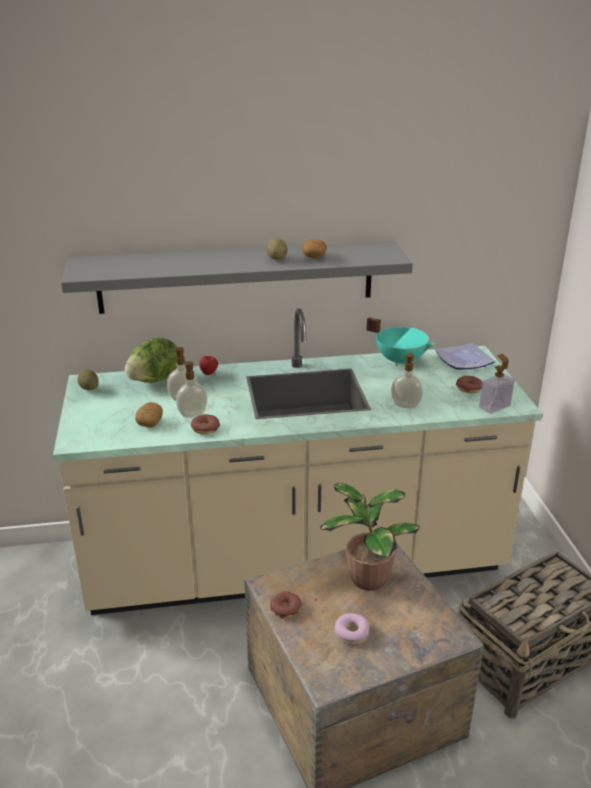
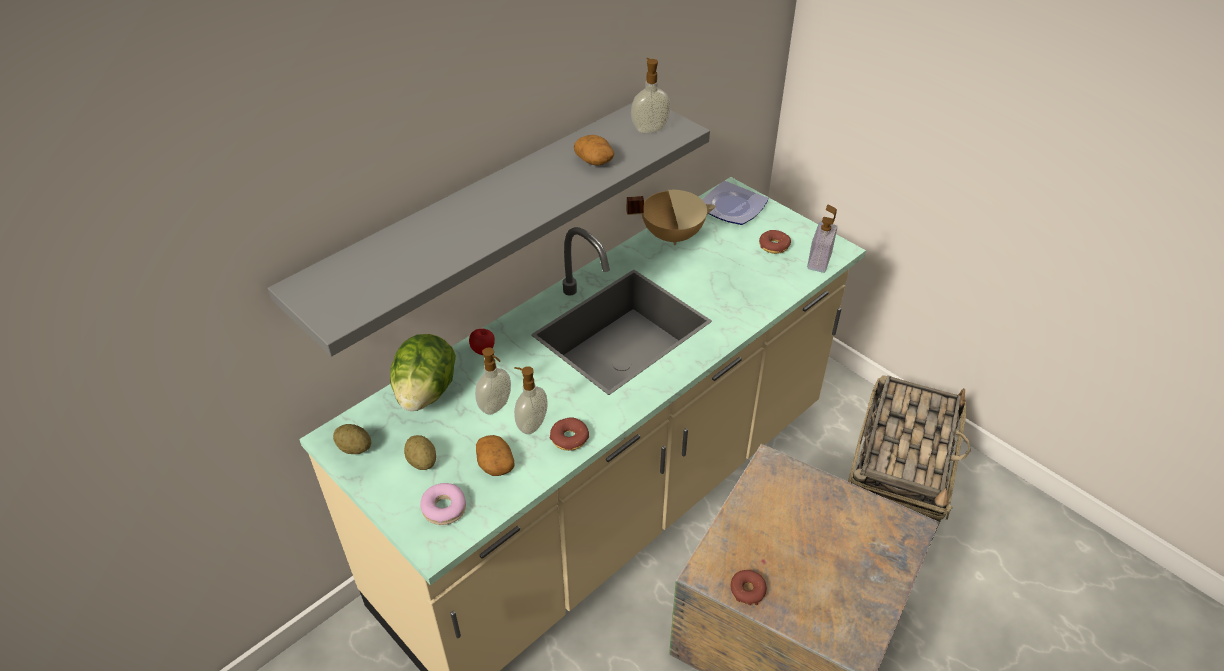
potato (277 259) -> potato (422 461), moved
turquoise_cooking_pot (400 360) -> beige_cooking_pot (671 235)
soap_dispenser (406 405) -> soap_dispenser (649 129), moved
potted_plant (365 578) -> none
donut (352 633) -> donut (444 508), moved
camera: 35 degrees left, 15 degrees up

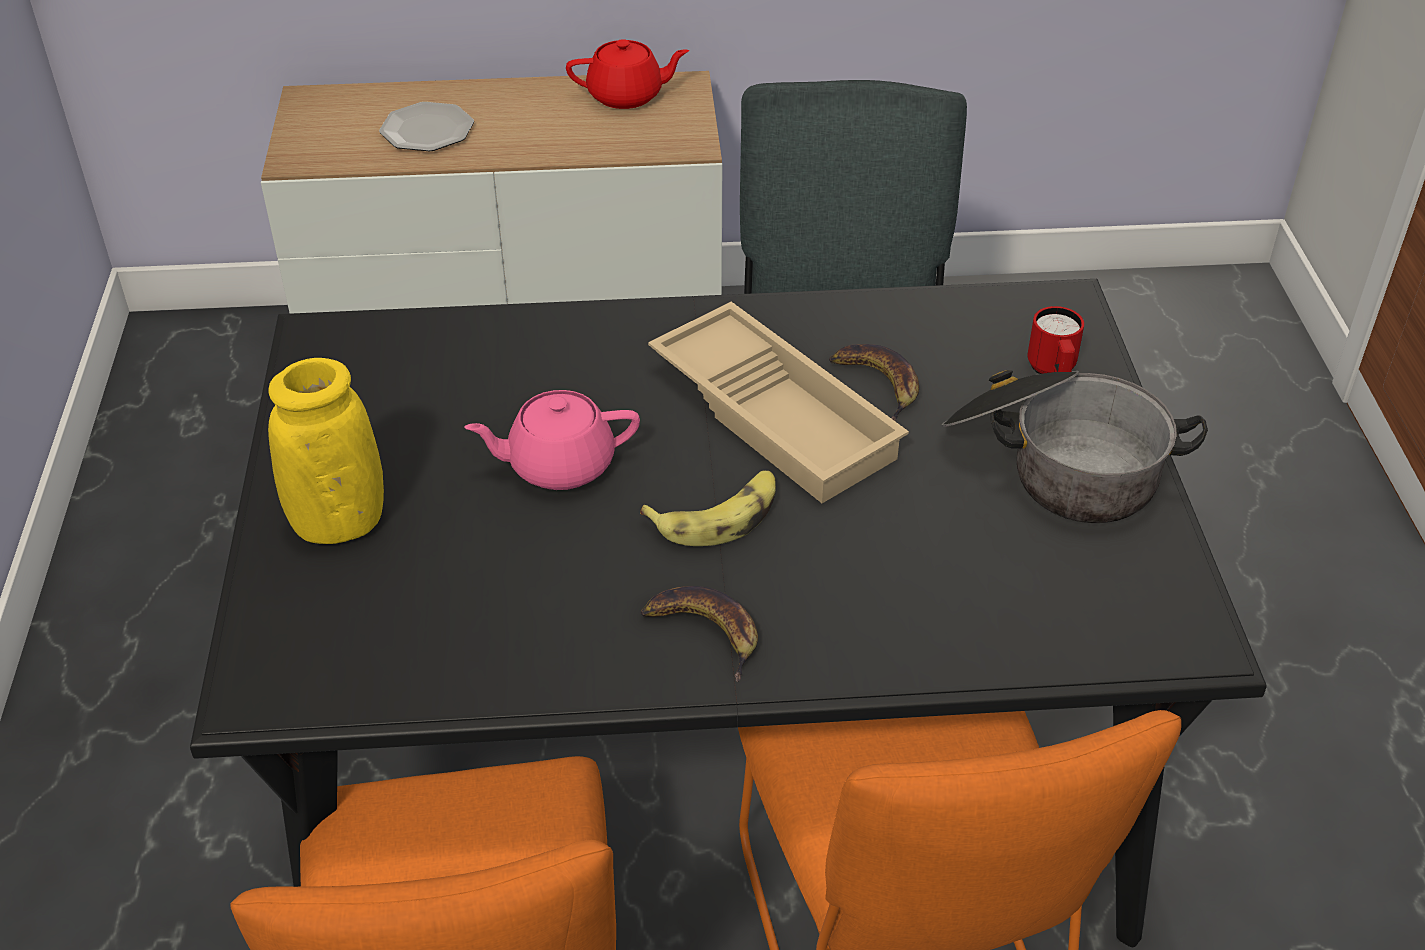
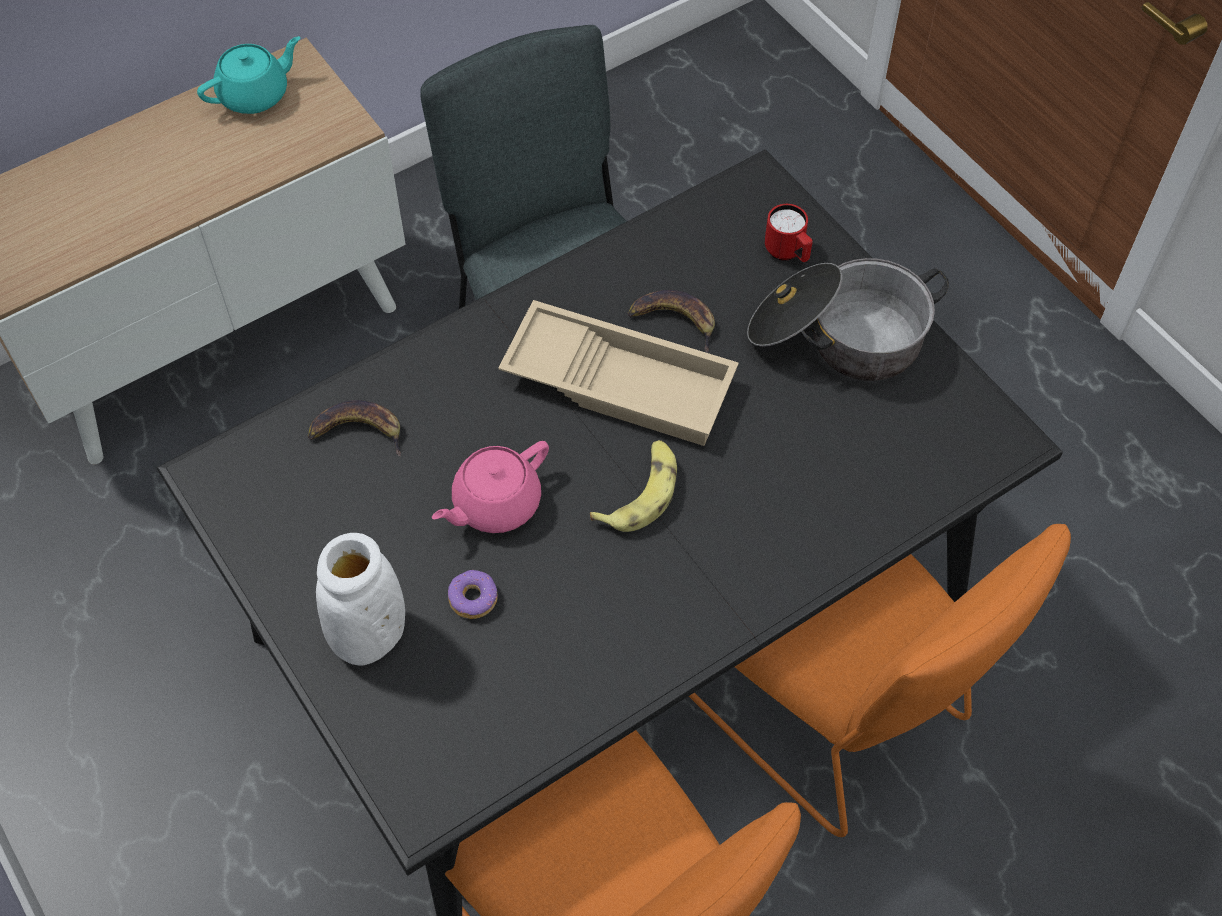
red_teapot (627 96) -> turquoise_teapot (255 95)
plate (427 130) -> none
yellow_vase (339 523) -> white_vase (369 636)
banana (705 632) -> banana (358 431), moved
none -> donut (473 598)
camera: 30 degrees left, 15 degrees up

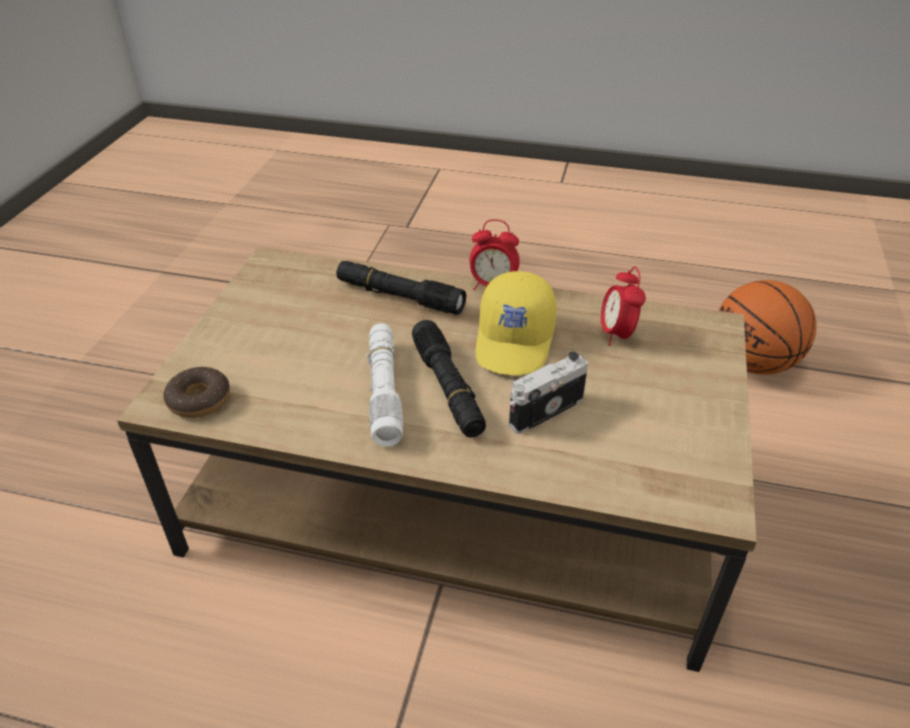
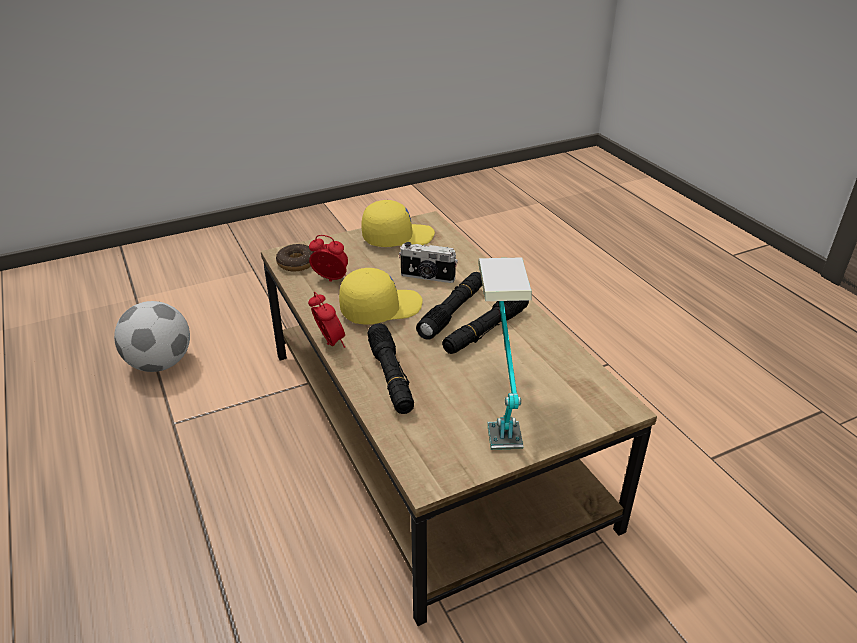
alarm_clock (616 334) -> alarm_clock (331 280), 120 degrees counterclockwise
basketball (752 363) -> football (160 363)
white_flashlight (384 391) -> black_flashlight (485 330)
donut (199 400) -> donut (296 263), moved
none -> yellow_cap (397 237)
none -> table_lamp (498 401)
camera: 130 degrees left, 5 degrees down

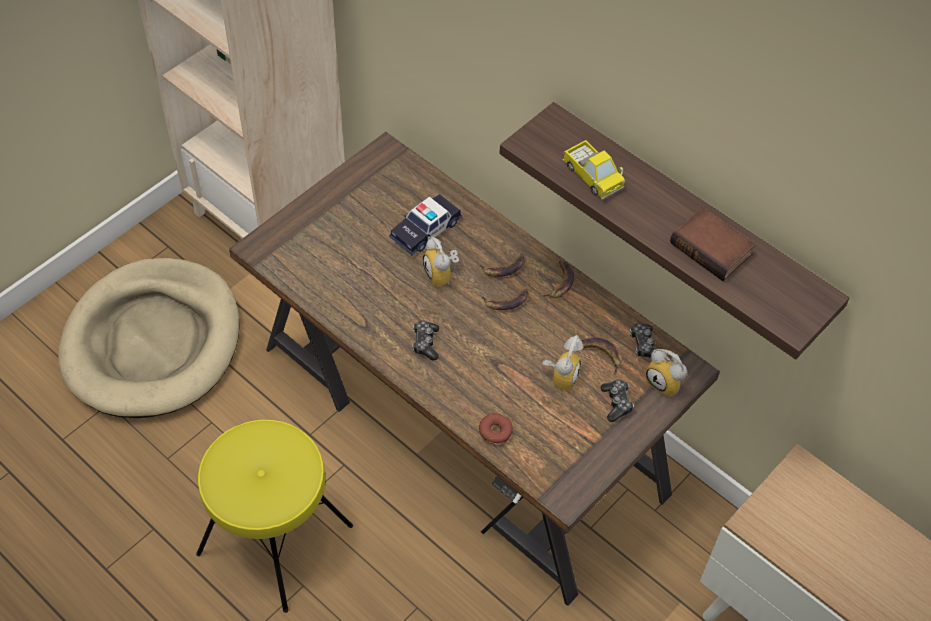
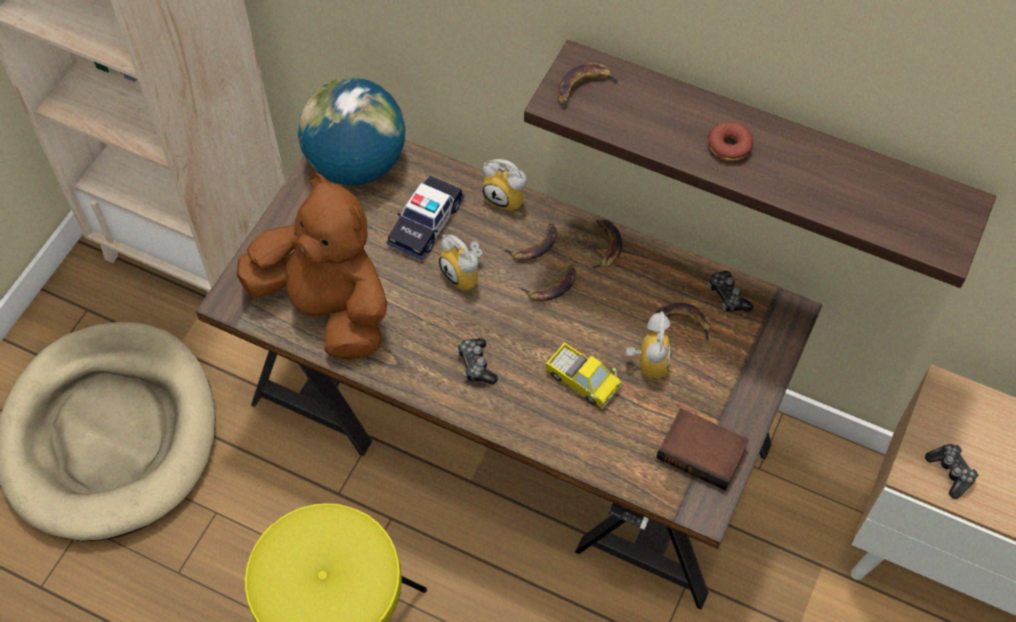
toy_truck (592 177) -> toy_truck (582 381), moved
book (713 248) -> book (703 452), moved
alarm_clock (666 382) -> alarm_clock (507 196), moved
game_controller (616 403) -> game_controller (951 472), moved
donut (495 431) -> donut (729 146), moved
none -> banana (583 87)
none -> globe (356 163)
none -> brown_plush_toy (327 307)
camera: 15 degrees left, 5 degrees up

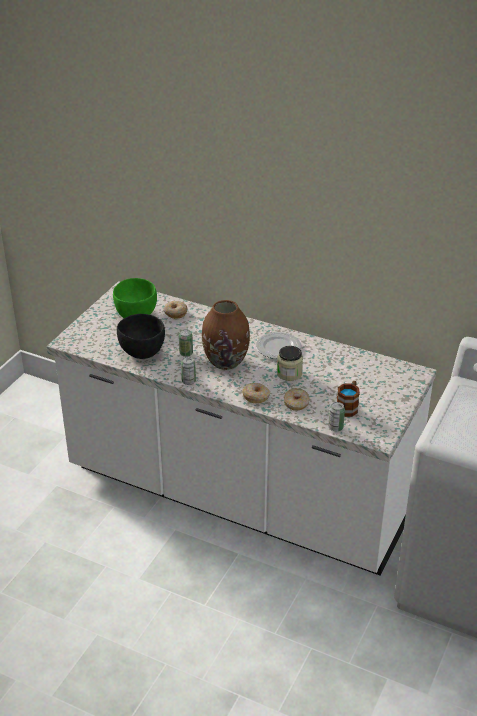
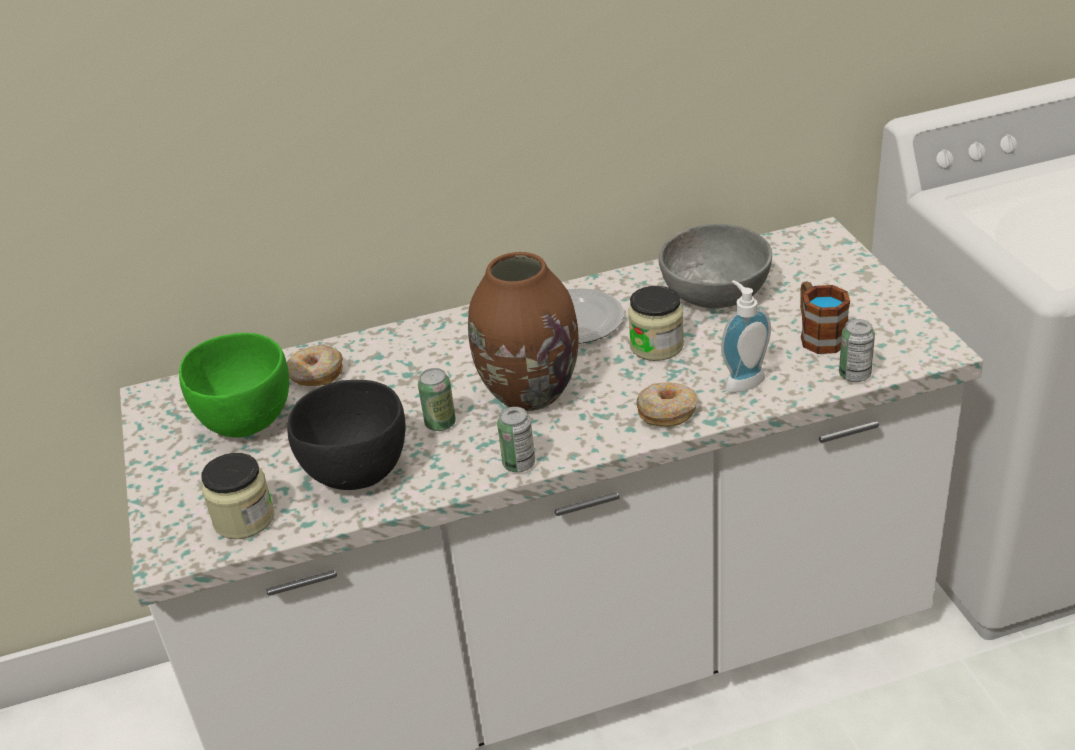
donut (296 403) -> soap_dispenser (742 380)
none -> grey_bowl (715 291)
none -> jar (244 519)
camera: 40 degrees left, 0 degrees up

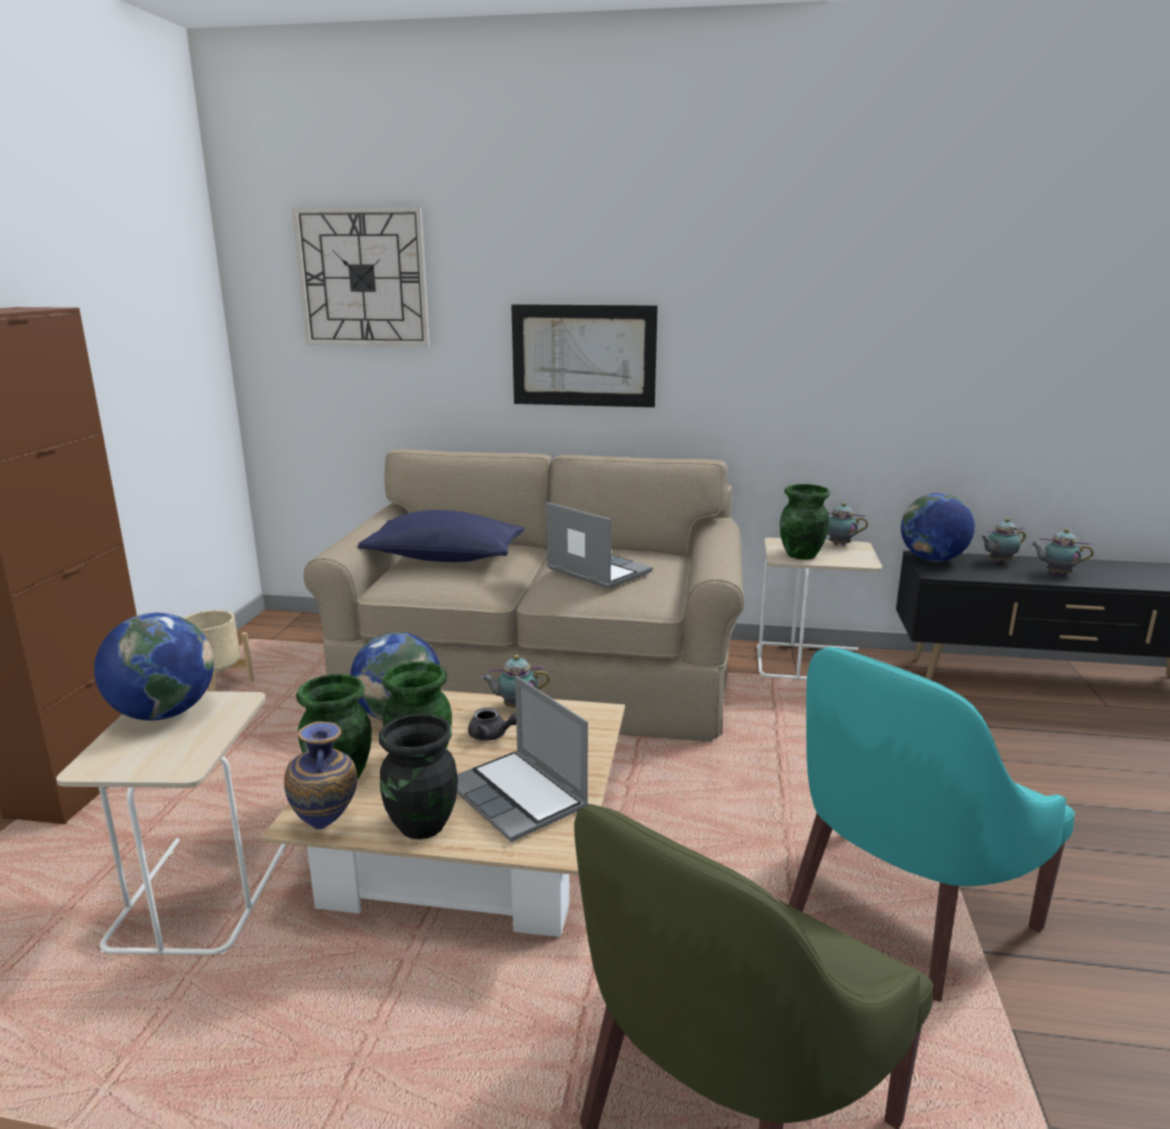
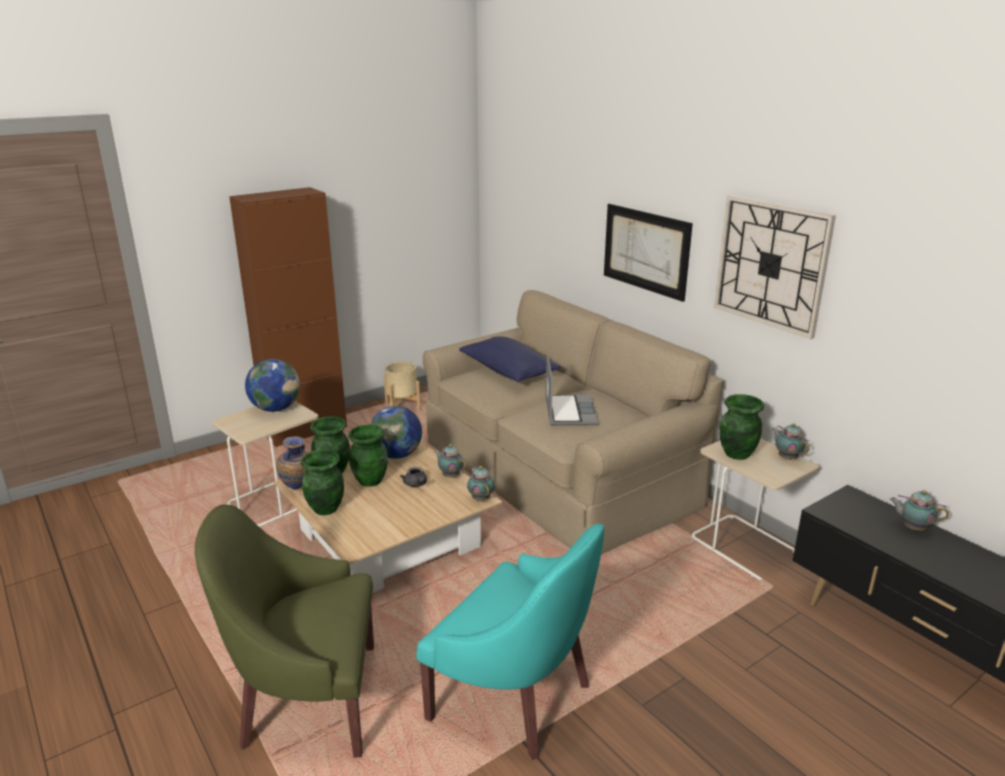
wall_clock (363 278) -> wall_clock (771 264), moved
globe (932 559) -> none
teapot (1056 573) -> teapot (480 498), moved
turquoise_armchair (899 913) -> turquoise_armchair (516 697), 150 degrees counterclockwise
laptop (519 797) -> none
black_vase (423 826) -> green_vase (325 509)
camera: 45 degrees right, 5 degrees up

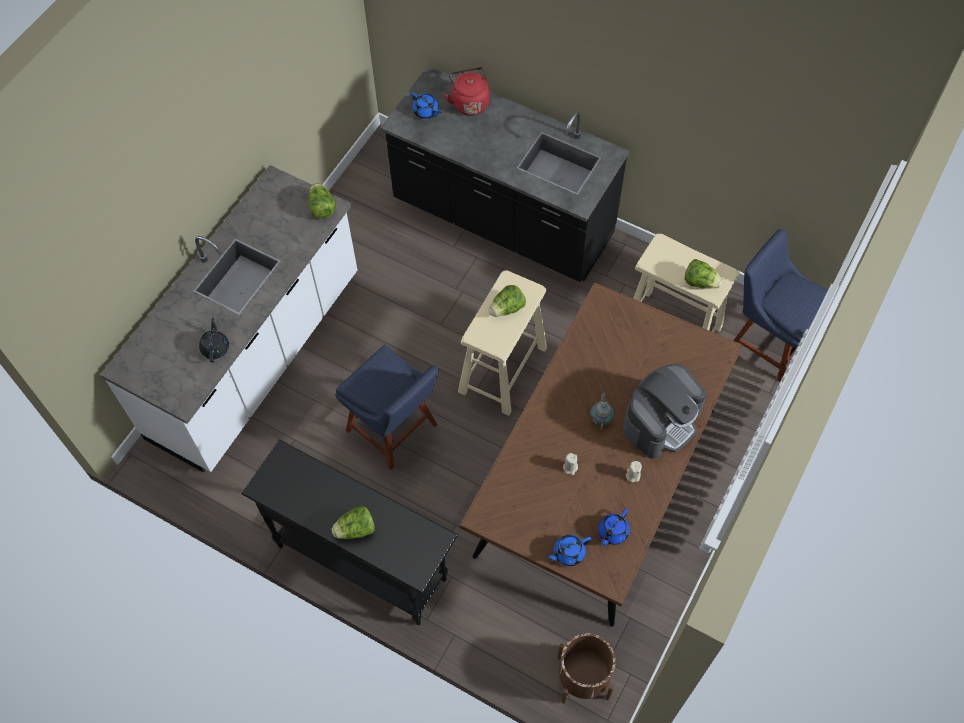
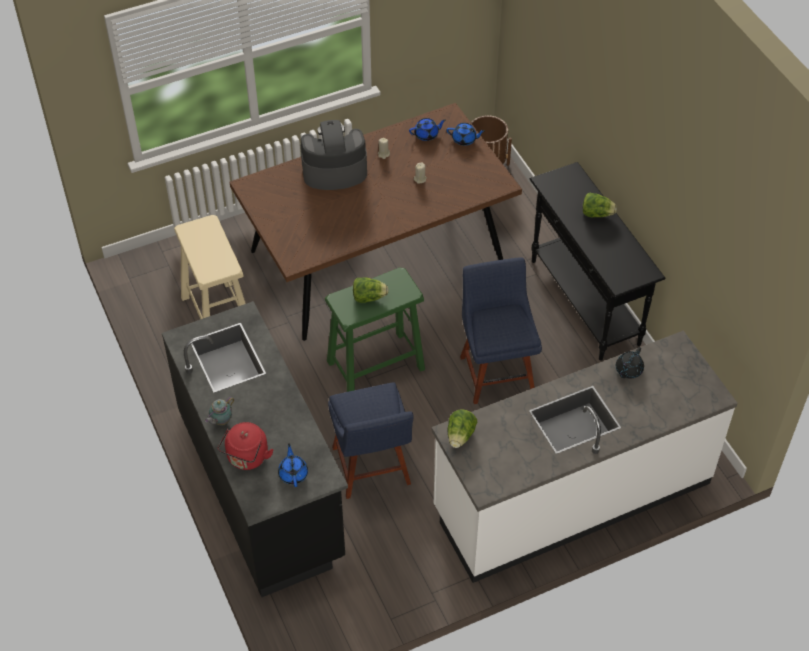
blue_chair (767 340) -> blue_chair (372 469), moved
lettuce (700 282) -> none
beige_stool (503 369) -> green_stool (375 365)
teapot (601 419) -> teapot (221 421), moved
camera: 145 degrees left, 10 degrees down

